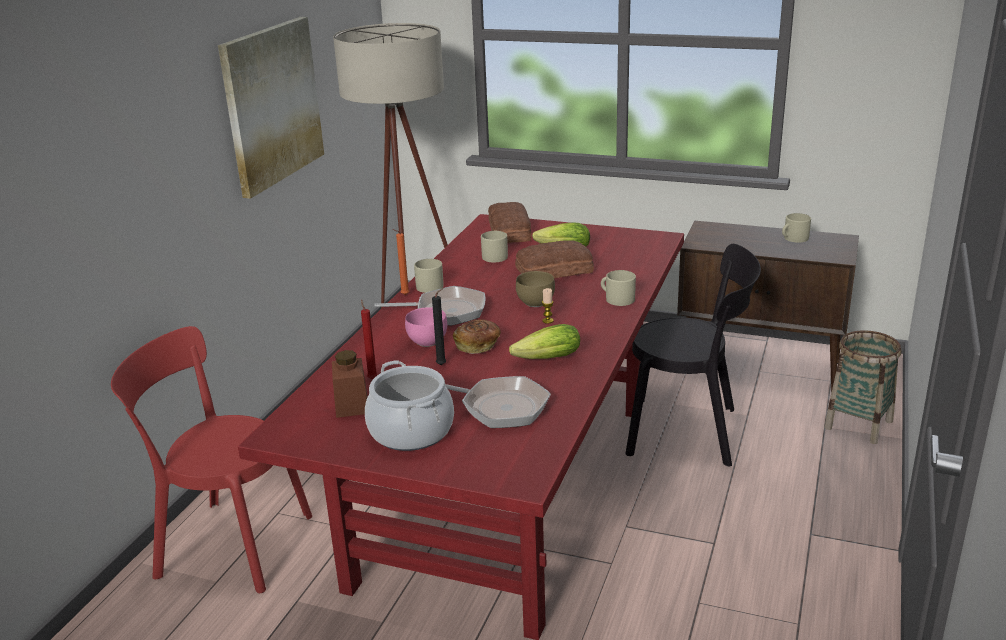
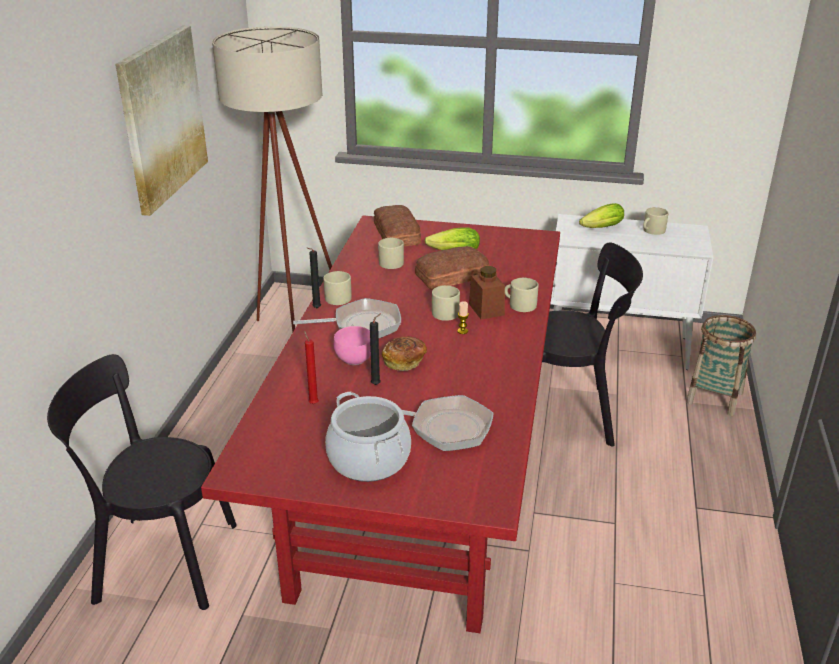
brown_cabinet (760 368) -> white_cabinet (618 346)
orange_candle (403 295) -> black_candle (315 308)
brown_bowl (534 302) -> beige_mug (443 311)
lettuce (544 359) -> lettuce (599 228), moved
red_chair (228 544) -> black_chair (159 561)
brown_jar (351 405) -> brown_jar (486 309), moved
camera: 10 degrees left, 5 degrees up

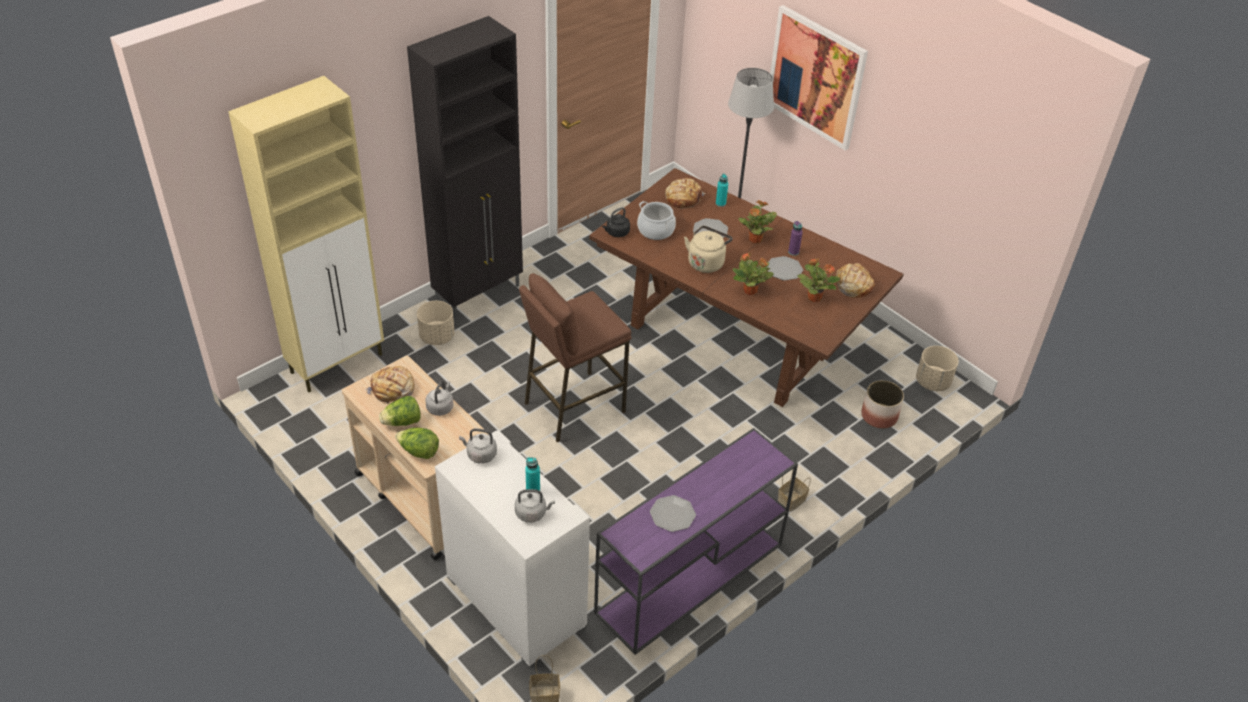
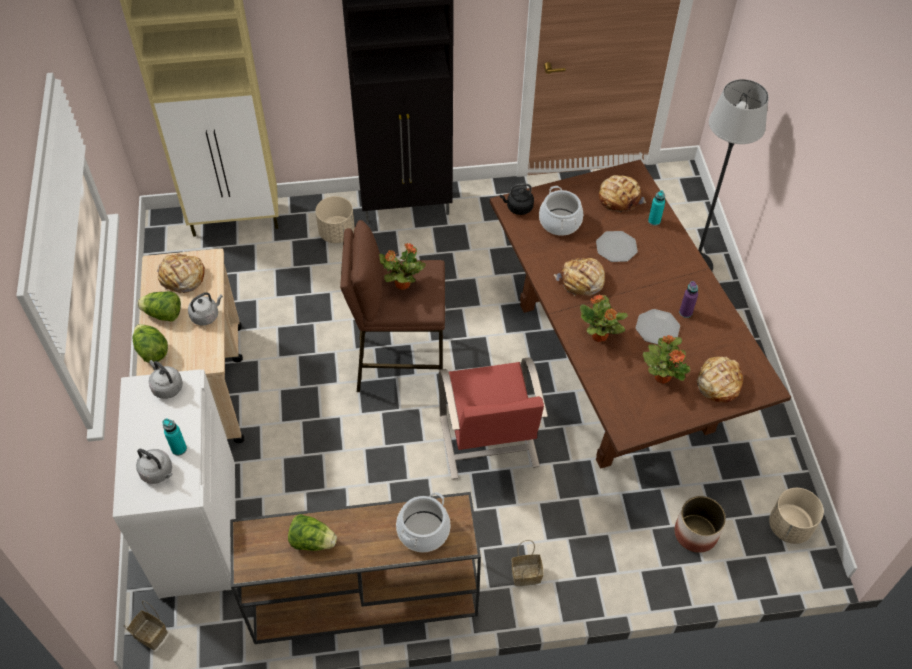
picture (816 77) -> none
potted_plant (755 239) -> potted_plant (402 284), moved
beige_kettle (706 262) -> bread (581 281)
purple_console_table (689 579) -> brown_console_table (362 599)
plate (672 514) -> lettuce (312 541)
none -> red_chair (488 442)
none -> cooking_pot (423 531)
camera: 35 degrees right, 10 degrees up

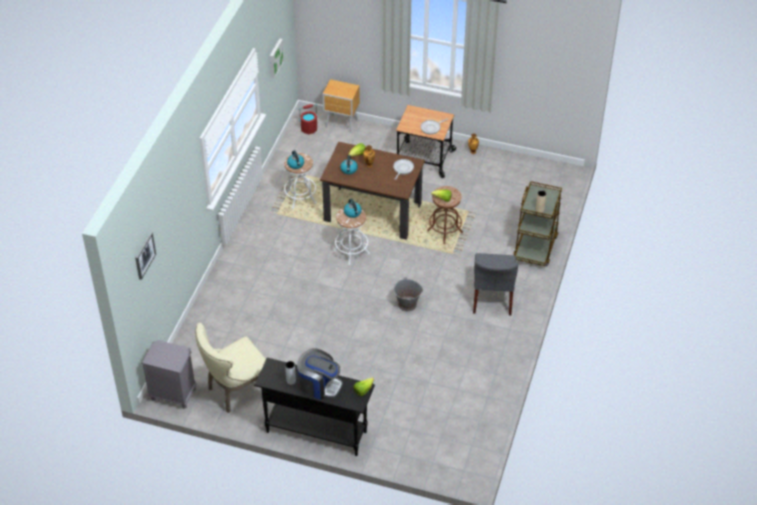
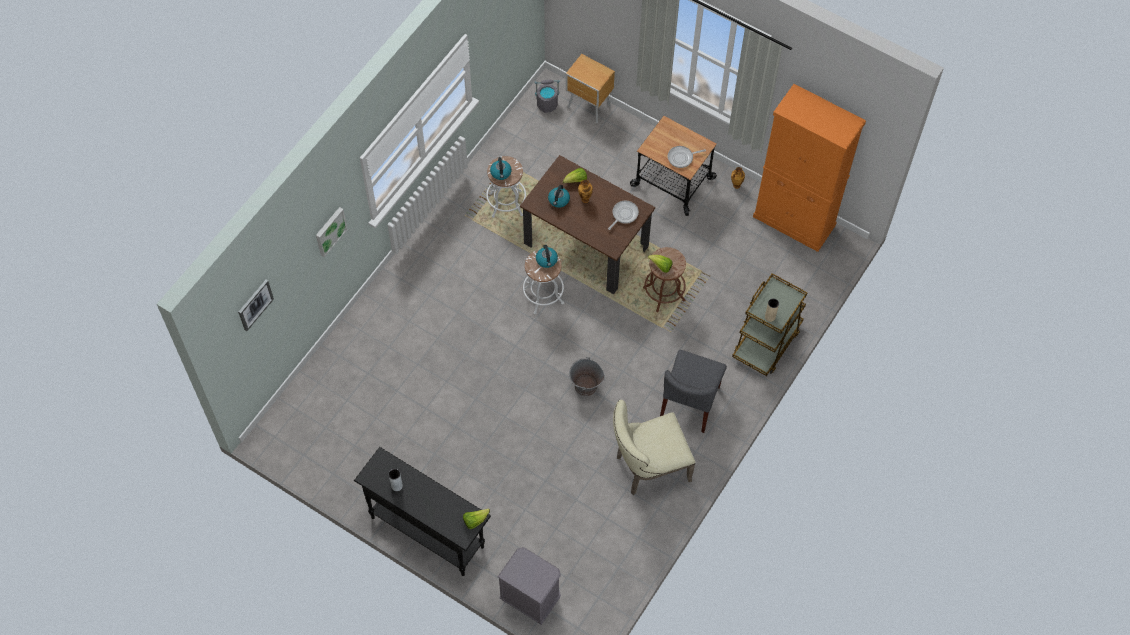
picture (275 58) -> picture (330 231), moved
red_bucket (309 129) -> grey_bucket (547 104)
beige_chair (236 390) -> beige_chair (648 467), moved
grey_nightstand (173 394) -> grey_nightstand (530 599), moved
coffee_machine (319 385) -> none
none -> orange_cabinet (794 221)
camera: 15 degrees right, 15 degrees up

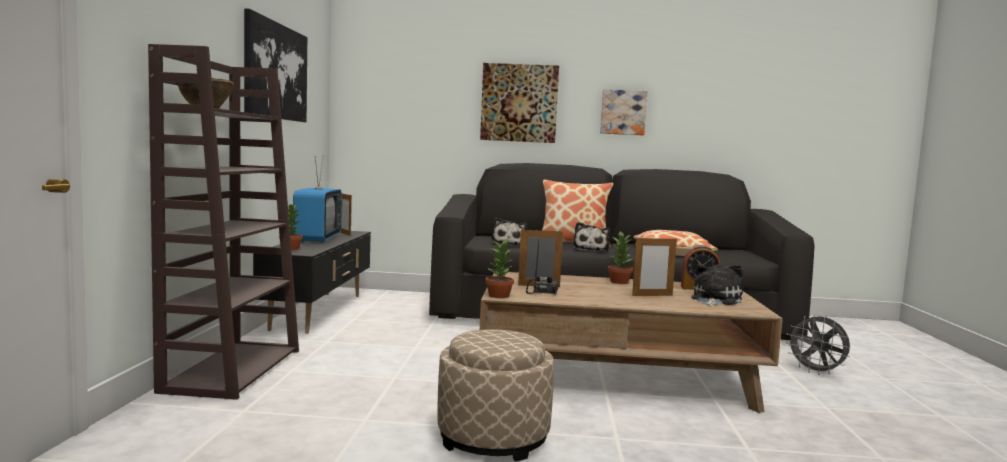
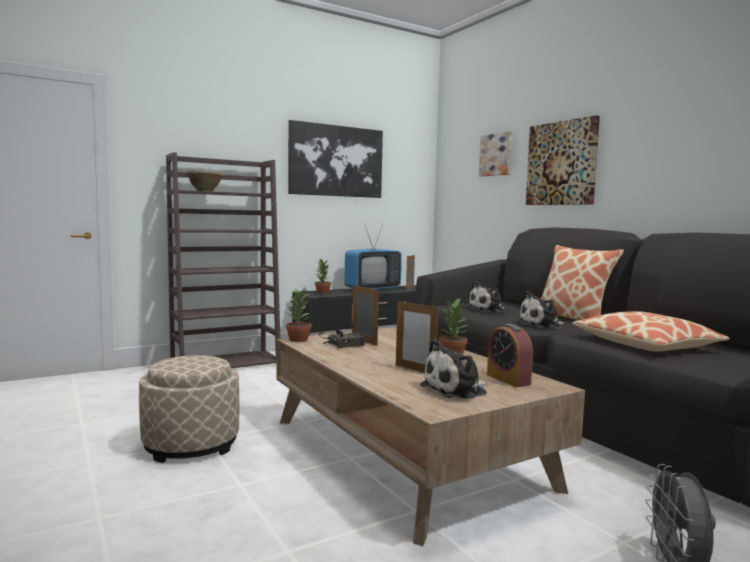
picture (623 112) -> picture (497 154), moved
plush_toy (714 300) -> plush_toy (457 390), 150 degrees clockwise
camera: 55 degrees right, 0 degrees up

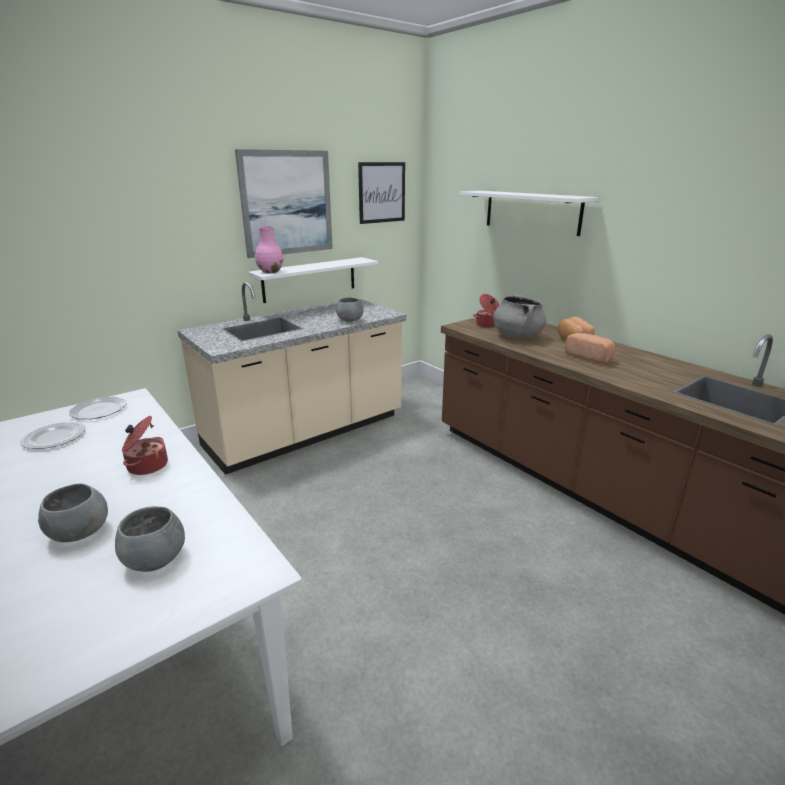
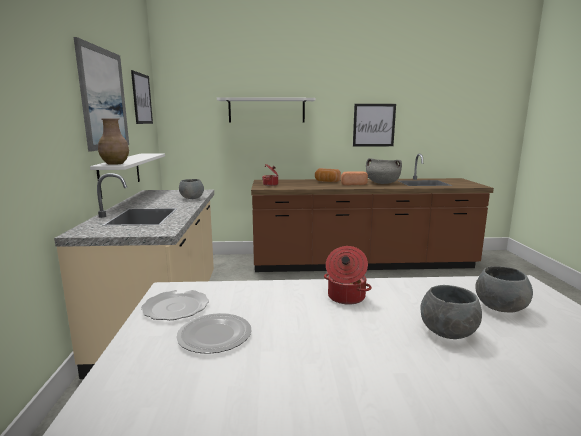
pink_vase (270 271) -> brown_vase (115 163)
grey_cooking_pot (517 336) -> grey_cooking_pot (382 183), moved
none -> picture (374 125)
camera: 55 degrees left, 10 degrees down

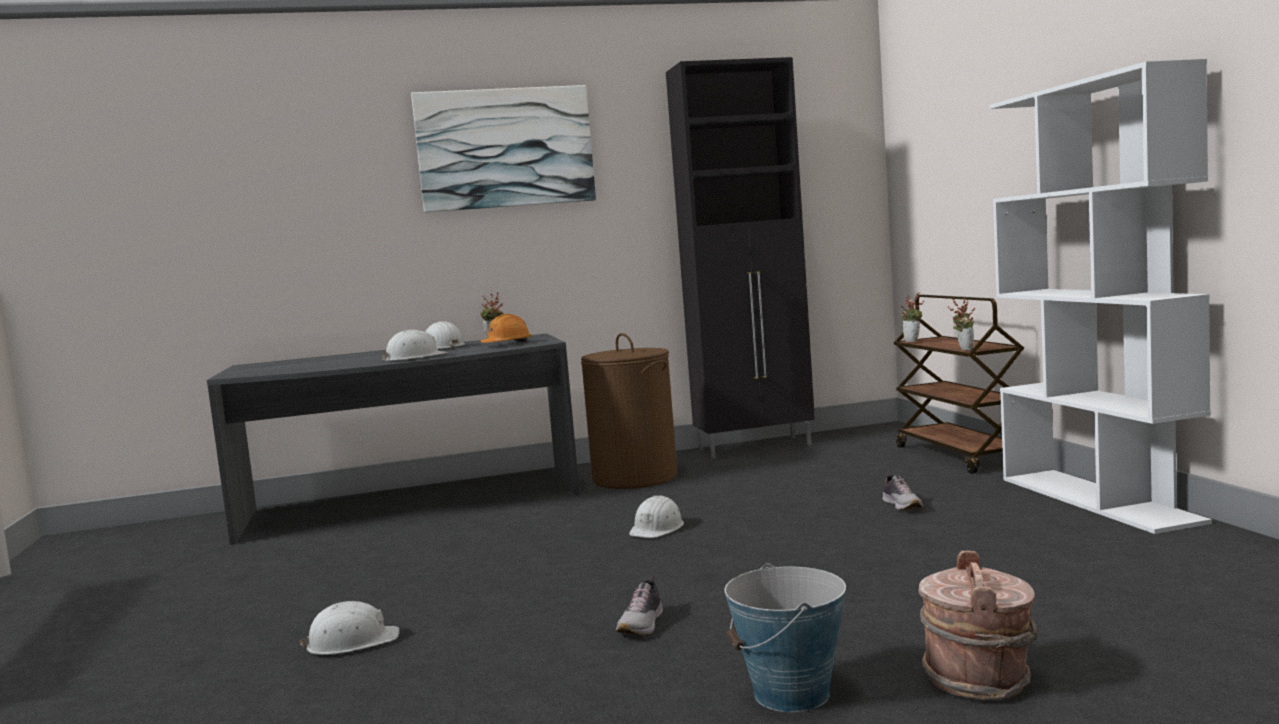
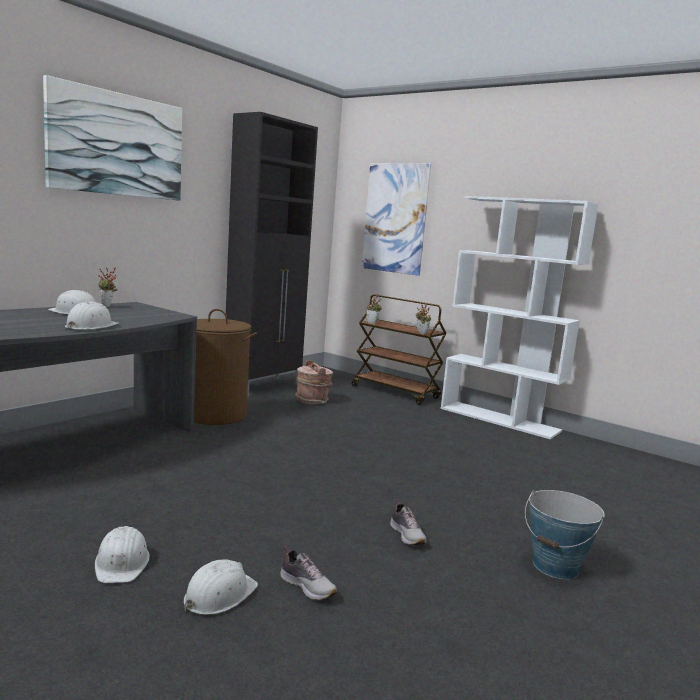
orange_hard_hat (507 344) -> none
shoe (902 505) -> shoe (307 586), moved
white_hard_hat (657 528) -> white_hard_hat (122 563), moved
brown_bucket (979 680) -> brown_bucket (312 400), moved
none -> picture (395 218)
camera: 40 degrees left, 5 degrees up

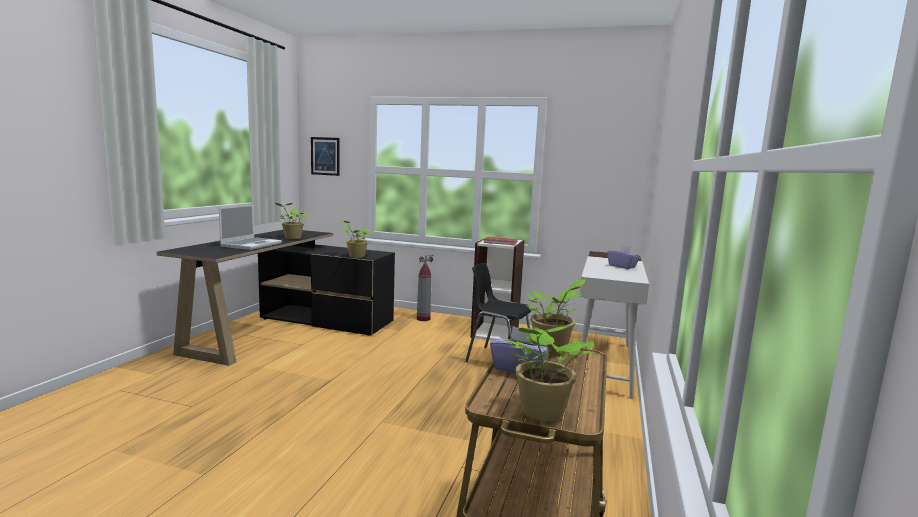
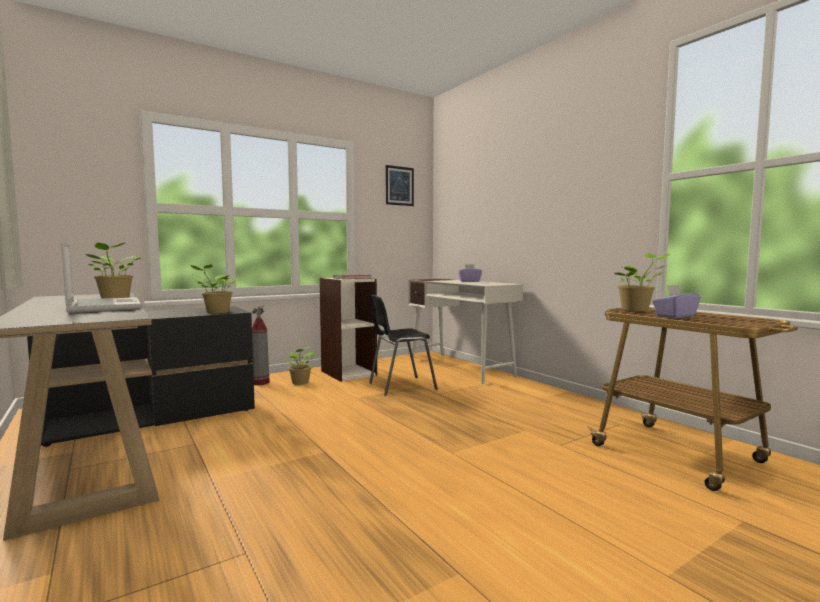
picture (325 156) -> picture (399 186), moved
potted_plant (541 413) -> potted_plant (300 383), moved
camera: 50 degrees left, 5 degrees down

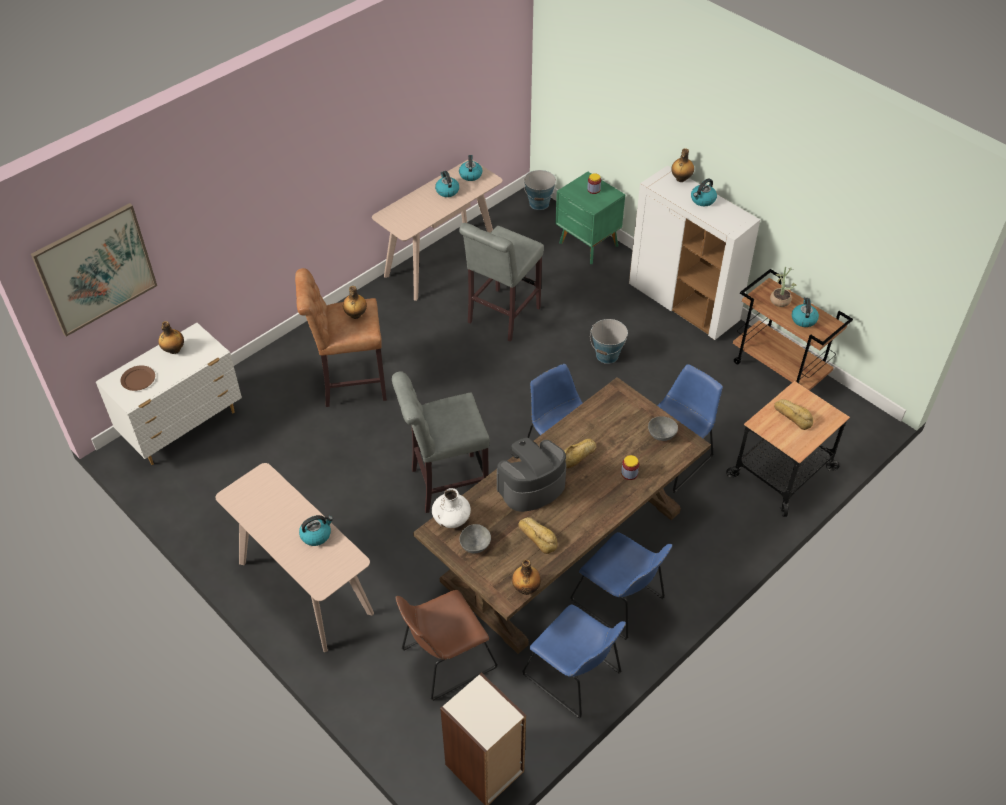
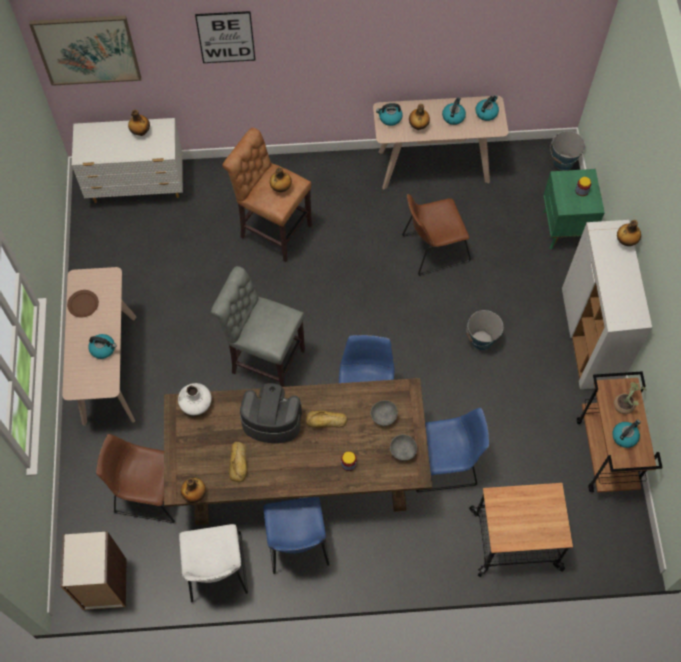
kettle (702 200) -> kettle (390 118), moved
grey_stool (501 317) -> brown_chair (432 249)
brown_plate (138 379) -> brown_plate (83 304), moved
bread (793 416) -> none
grey_bowl (475 545) -> grey_bowl (384 417), moved
blue_chair (575 676) -> white_chair (216 571)
none -> picture (226 37)
none -> bottle (418 126)
camera: 40 degrees right, 15 degrees up

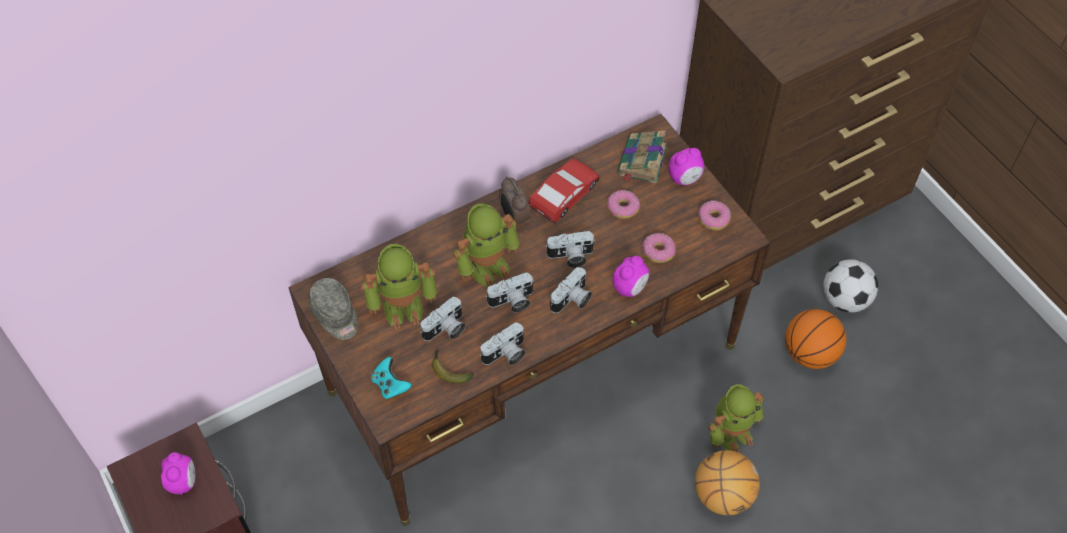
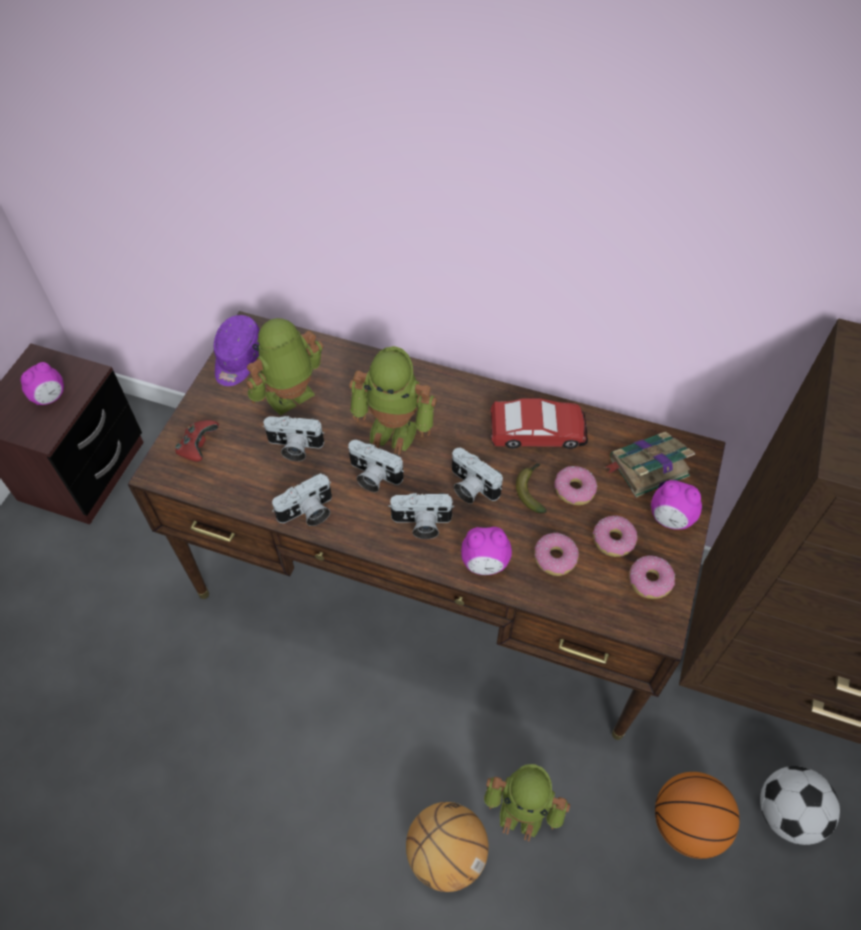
alarm_clock (514 217) -> none
toy_robot (403 306) -> toy_robot (291 398), 105 degrees clockwise
grey_cap (335 315) -> purple_cap (238 360)
photo_camera (506 355) -> photo_camera (308 513), 45 degrees counterclockwise
banana (448 370) -> banana (532 490), moved
turquoise_game_controller (390 384) -> red_game_controller (198 447)
none -> donut (613 540)
camera: 50 degrees right, 0 degrees up

